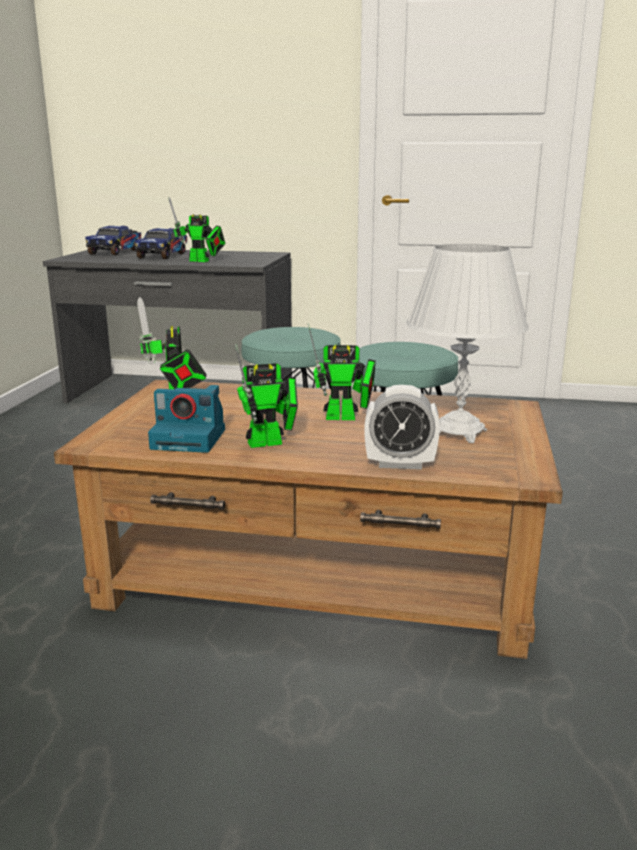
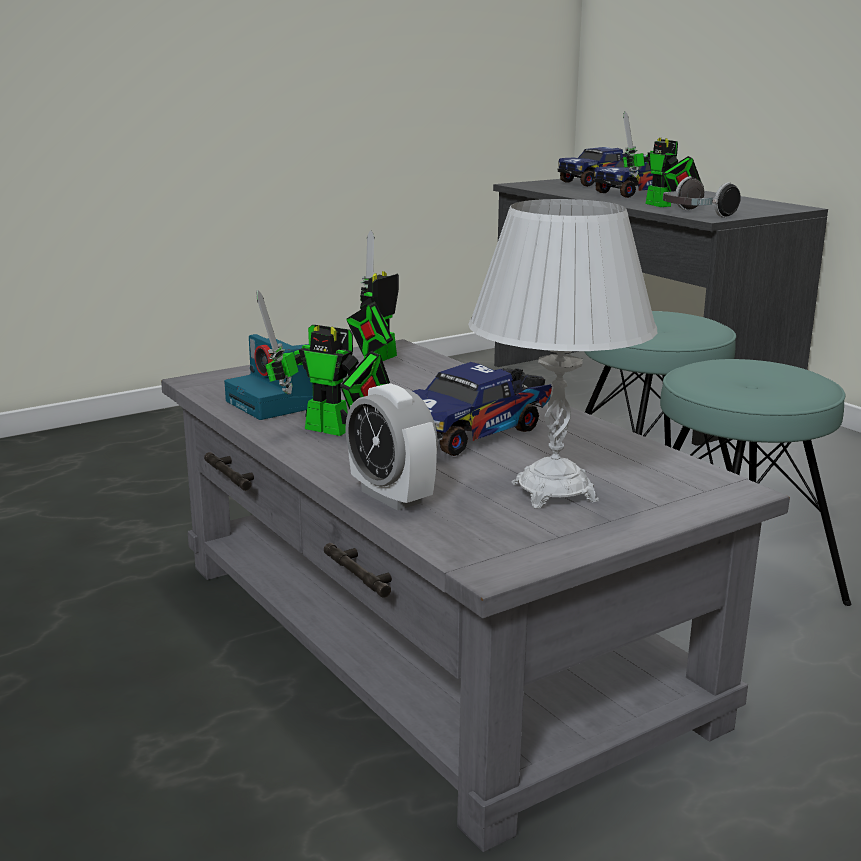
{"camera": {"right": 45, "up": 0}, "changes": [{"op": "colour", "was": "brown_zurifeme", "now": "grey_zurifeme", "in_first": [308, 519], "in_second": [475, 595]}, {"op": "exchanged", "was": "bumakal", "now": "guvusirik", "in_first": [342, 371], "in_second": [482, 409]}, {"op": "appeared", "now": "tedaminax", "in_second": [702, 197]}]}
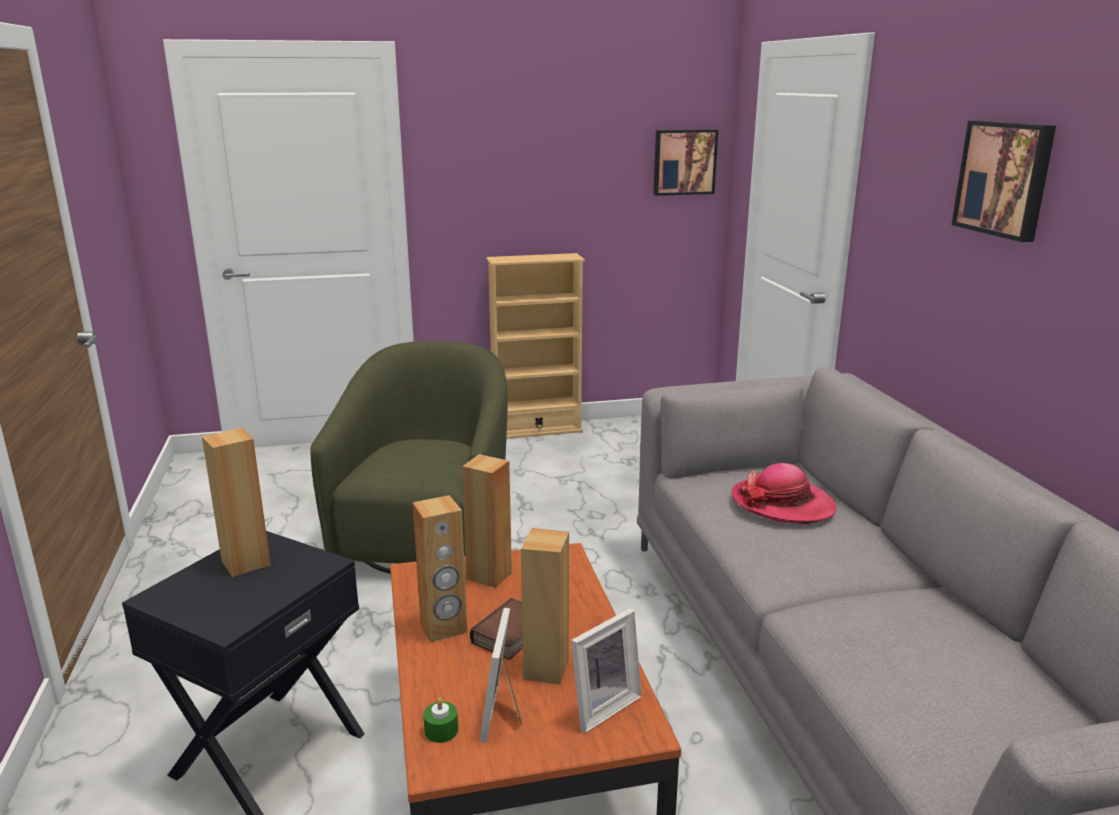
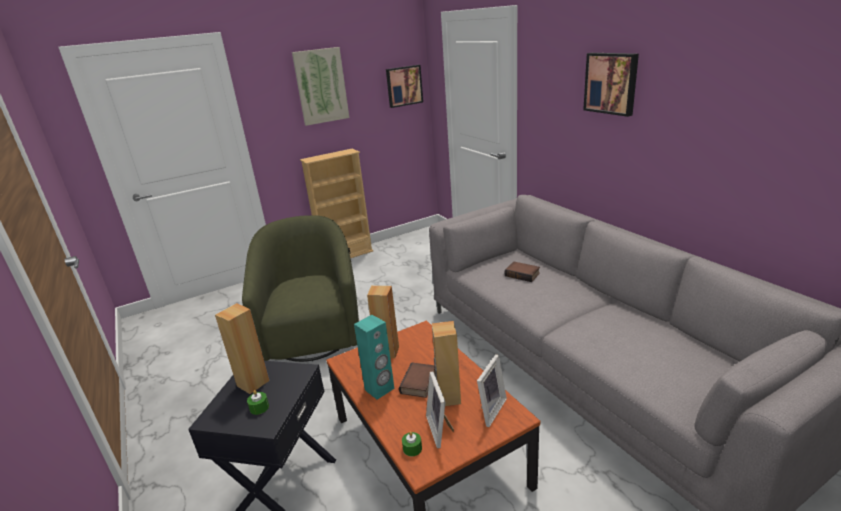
{"camera": {"right": -15, "up": 5}, "changes": [{"op": "colour", "was": "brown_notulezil", "now": "turquoise_notulezil", "in_first": [439, 568], "in_second": [374, 357]}, {"op": "exchanged", "was": "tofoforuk", "now": "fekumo", "in_first": [784, 494], "in_second": [522, 271]}, {"op": "appeared", "now": "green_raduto", "in_second": [258, 402]}, {"op": "appeared", "now": "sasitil", "in_second": [321, 86]}]}
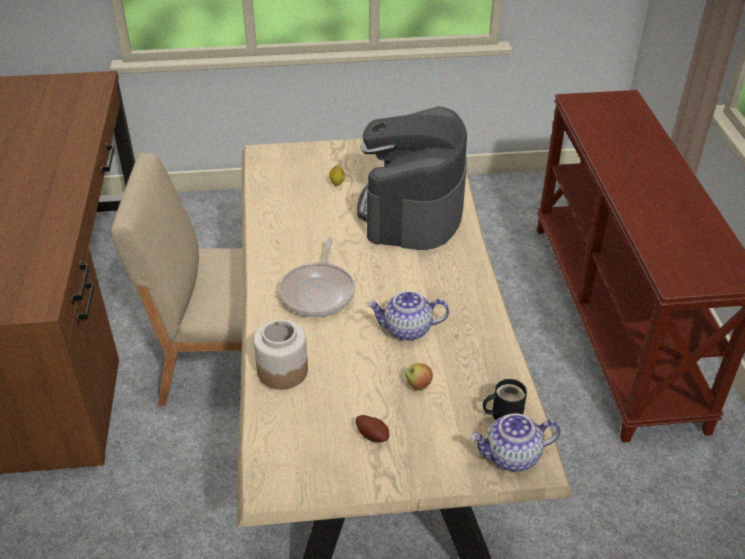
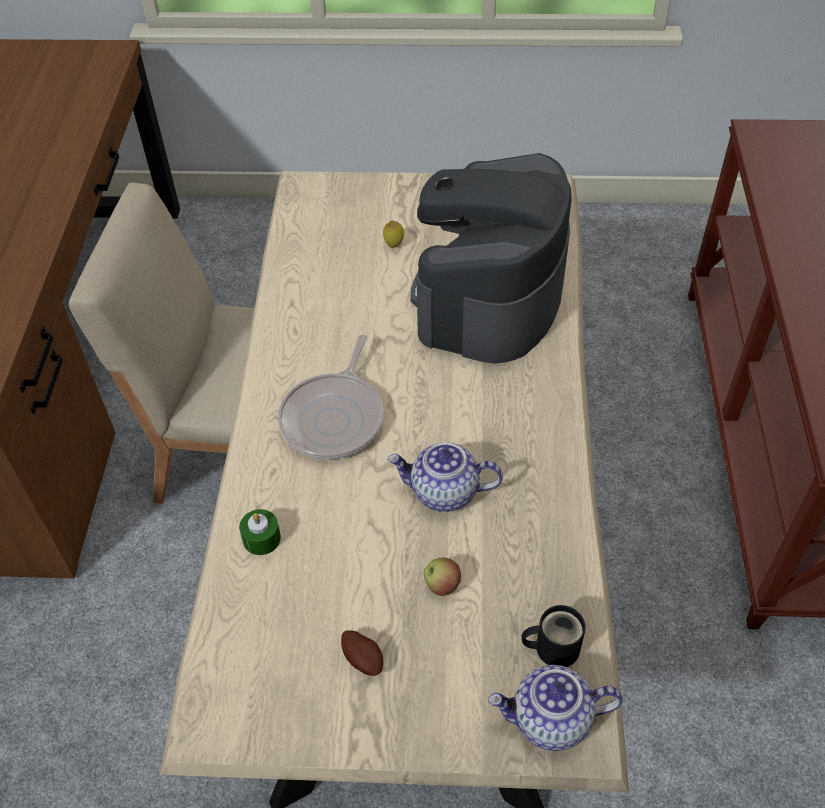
{"camera": {"right": 10, "up": 10}, "changes": [{"op": "exchanged", "was": "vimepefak", "now": "green_raduto", "in_first": [281, 355], "in_second": [260, 532]}]}
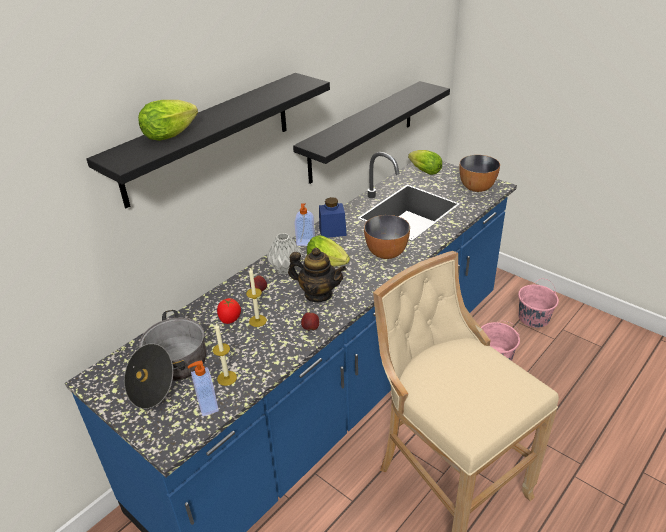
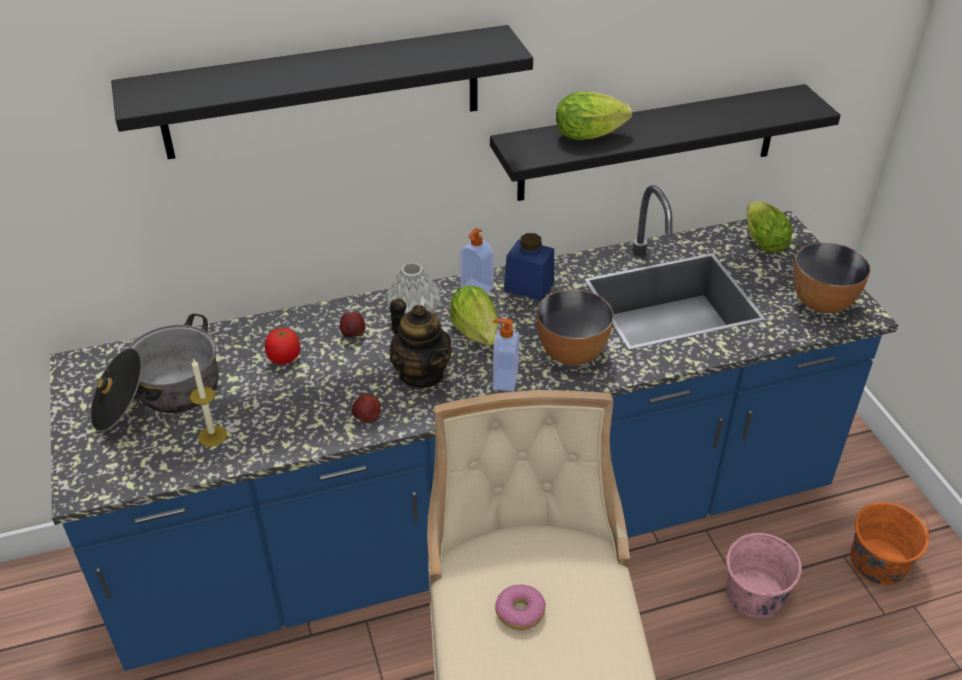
{"camera": {"right": 30, "up": 5}, "changes": [{"op": "relocated", "was": "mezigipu", "in_first": [168, 120], "in_second": [594, 116]}, {"op": "relocated", "was": "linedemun", "in_first": [203, 388], "in_second": [506, 355]}, {"op": "missing", "was": "raduto", "in_first": [256, 297]}, {"op": "colour", "was": "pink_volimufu", "now": "orange_volimufu", "in_first": [538, 303], "in_second": [890, 543]}, {"op": "appeared", "now": "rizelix", "in_second": [520, 607]}]}
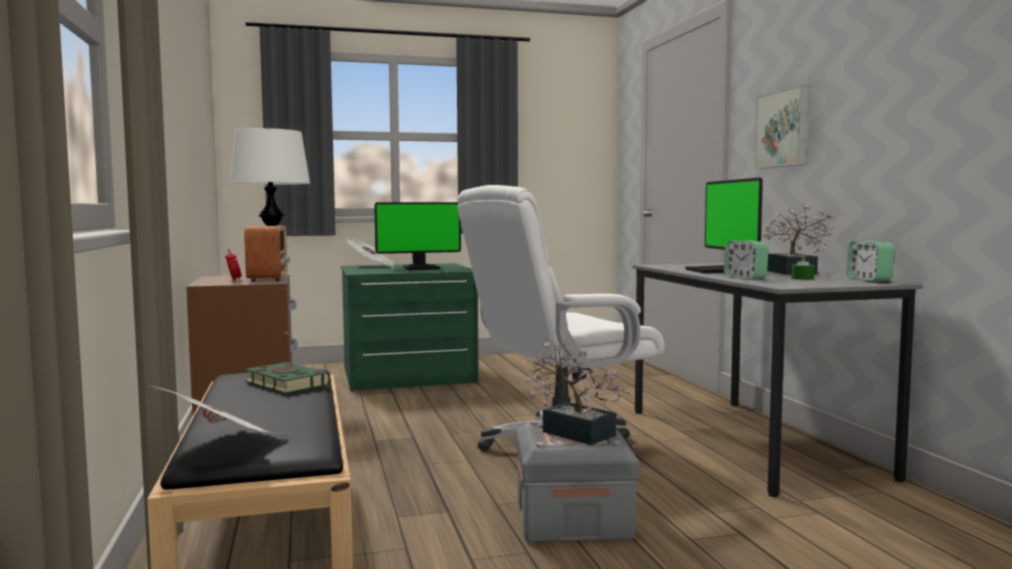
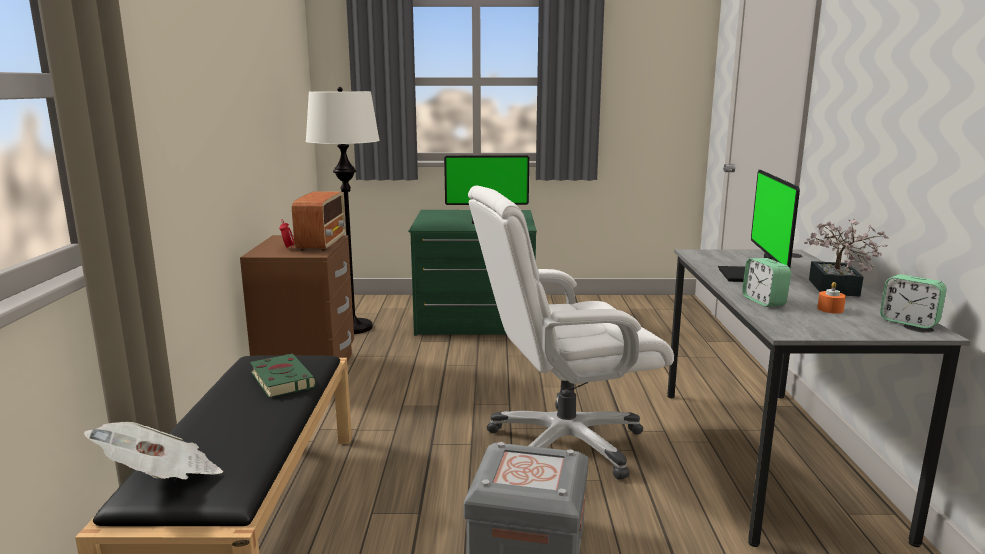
{"camera": {"right": 15, "up": 10}, "changes": [{"op": "missing", "was": "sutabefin", "in_first": [371, 252]}, {"op": "missing", "was": "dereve", "in_first": [576, 393]}, {"op": "missing", "was": "sasitil", "in_first": [782, 127]}, {"op": "colour", "was": "green_raduto", "now": "orange_raduto", "in_first": [803, 266], "in_second": [831, 297]}, {"op": "spun", "was": "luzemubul", "in_first": [870, 261], "in_second": [913, 301], "clockwise": -45}]}
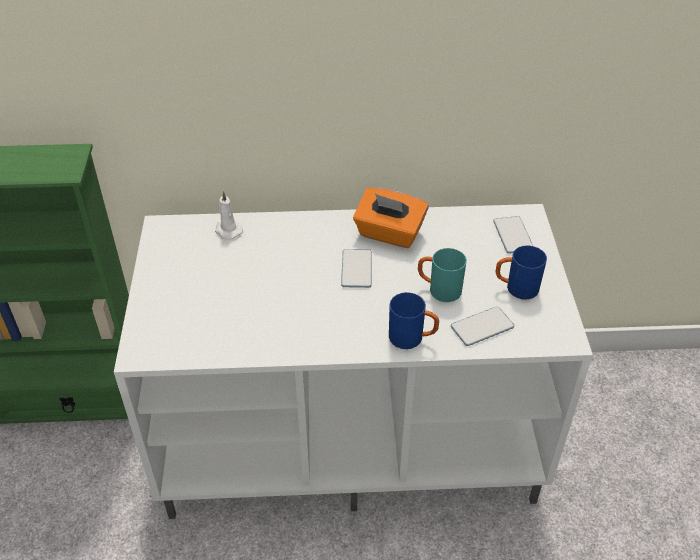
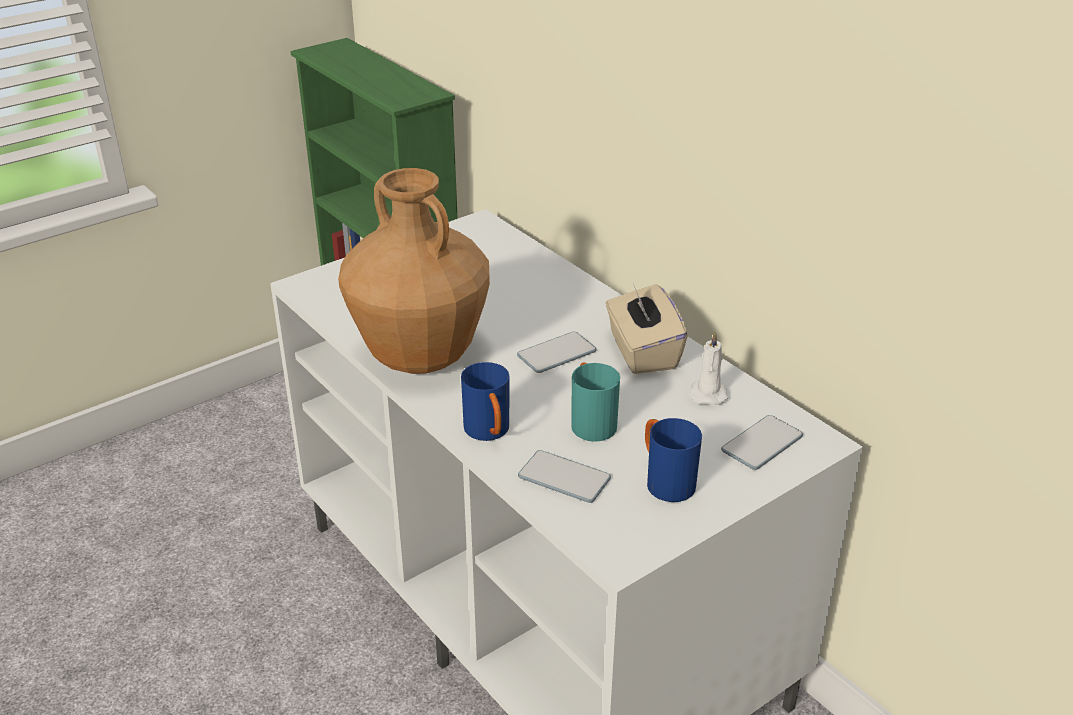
{"camera": {"right": 55, "up": -10}, "changes": [{"op": "relocated", "was": "white_raduto", "in_first": [229, 215], "in_second": [708, 368]}, {"op": "colour", "was": "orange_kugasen", "now": "beige_kugasen", "in_first": [391, 218], "in_second": [646, 328]}, {"op": "appeared", "now": "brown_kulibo", "in_second": [414, 271]}]}
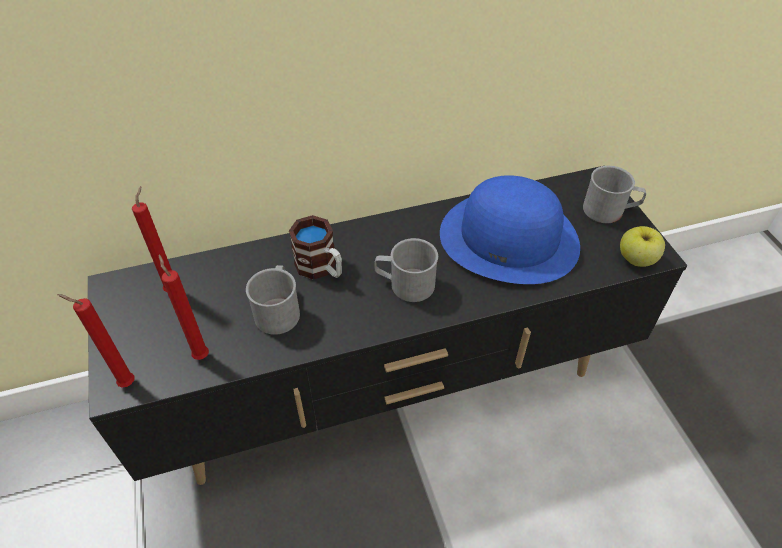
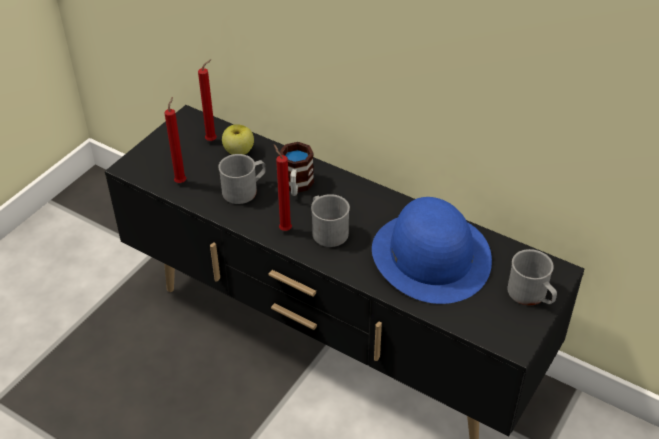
{"camera": {"right": 50, "up": -5}, "changes": [{"op": "relocated", "was": "red_raduto", "in_first": [96, 341], "in_second": [283, 188]}, {"op": "relocated", "was": "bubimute", "in_first": [642, 246], "in_second": [238, 139]}]}
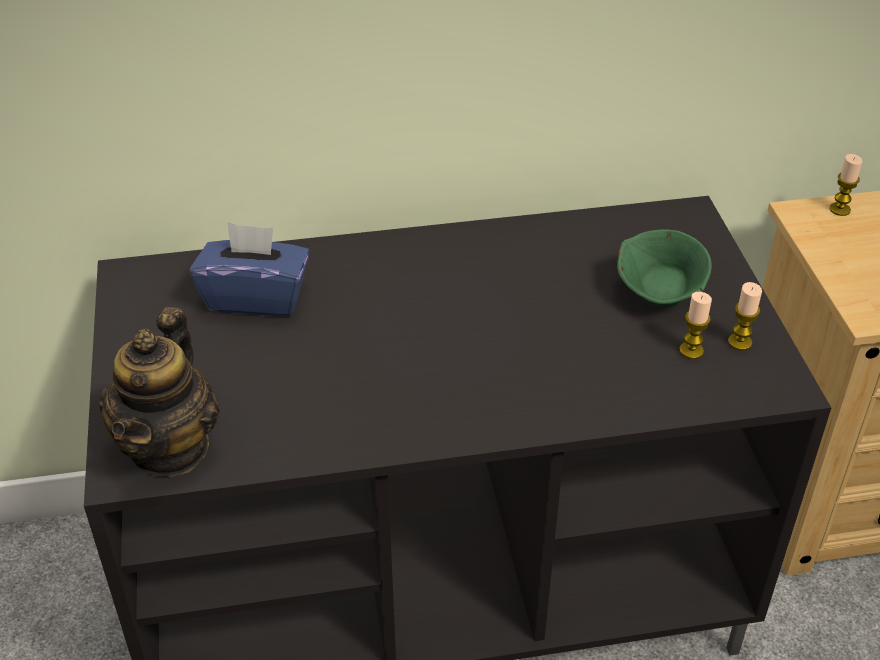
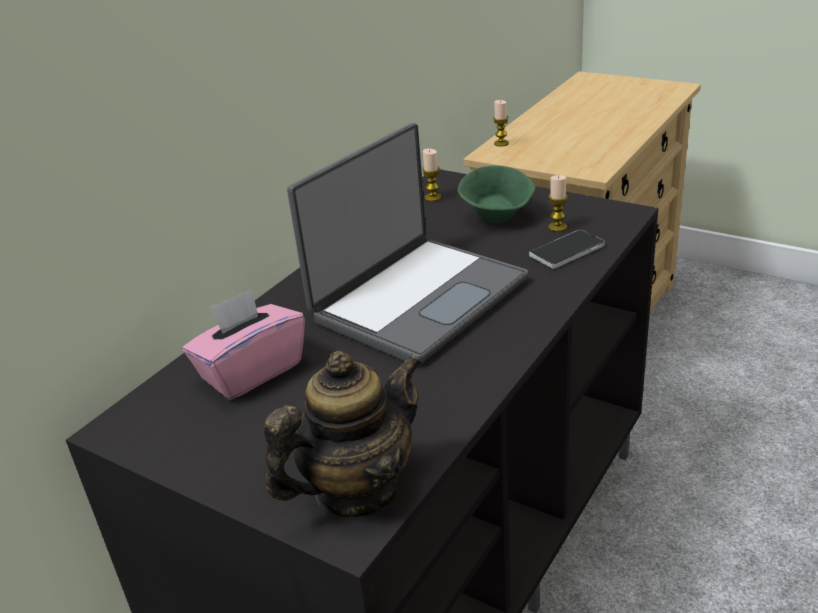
{"camera": {"right": -45, "up": -10}, "changes": [{"op": "spun", "was": "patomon", "in_first": [159, 392], "in_second": [343, 434], "clockwise": -90}, {"op": "colour", "was": "blue_kugasen", "now": "pink_kugasen", "in_first": [250, 269], "in_second": [243, 344]}, {"op": "relocated", "was": "raduto", "in_first": [745, 316], "in_second": [431, 175]}, {"op": "appeared", "now": "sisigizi", "in_second": [407, 244]}, {"op": "appeared", "now": "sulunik", "in_second": [566, 249]}]}
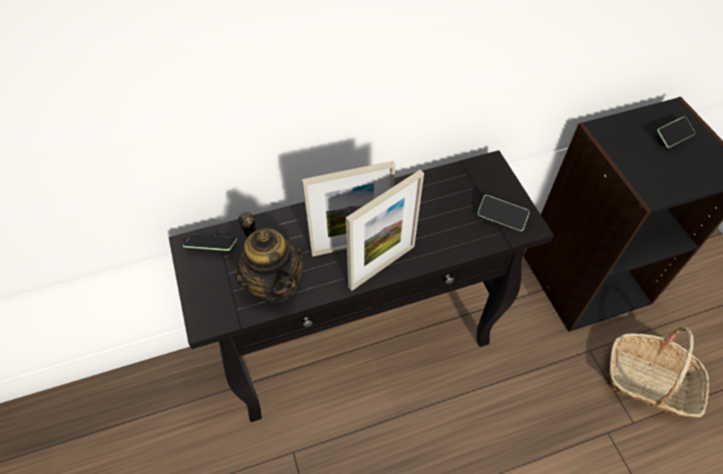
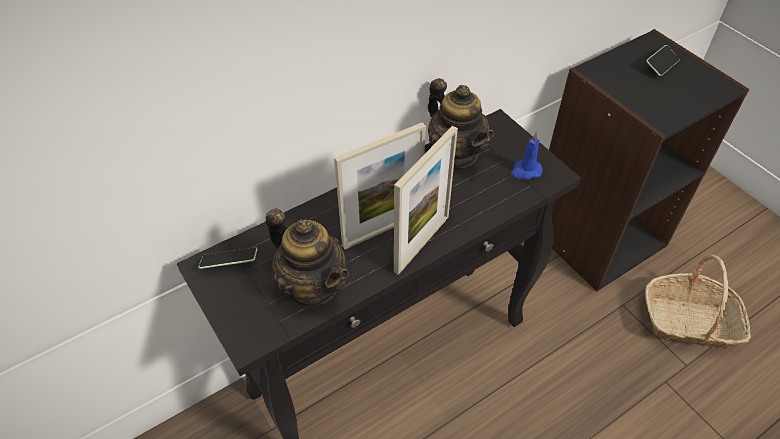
{"camera": {"right": -15, "up": -5}, "changes": [{"op": "exchanged", "was": "sulunik", "now": "blue_raduto", "in_first": [503, 213], "in_second": [527, 156]}, {"op": "appeared", "now": "patomon", "in_second": [461, 123]}]}
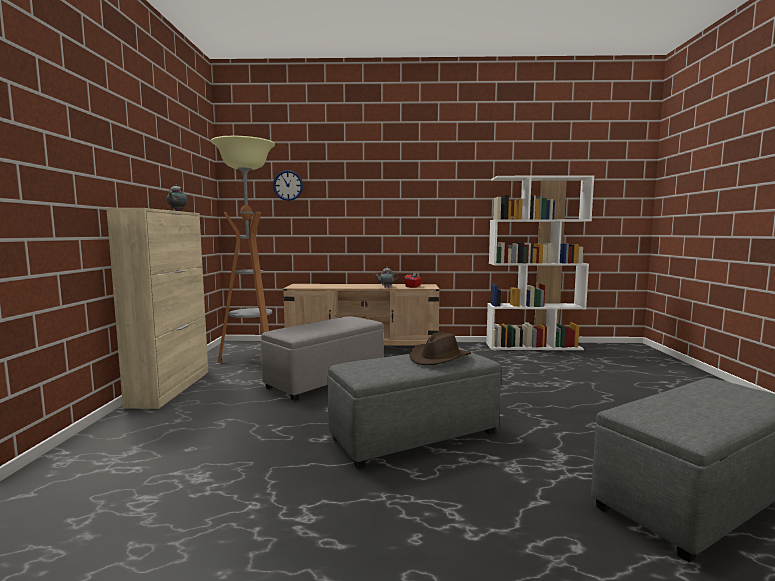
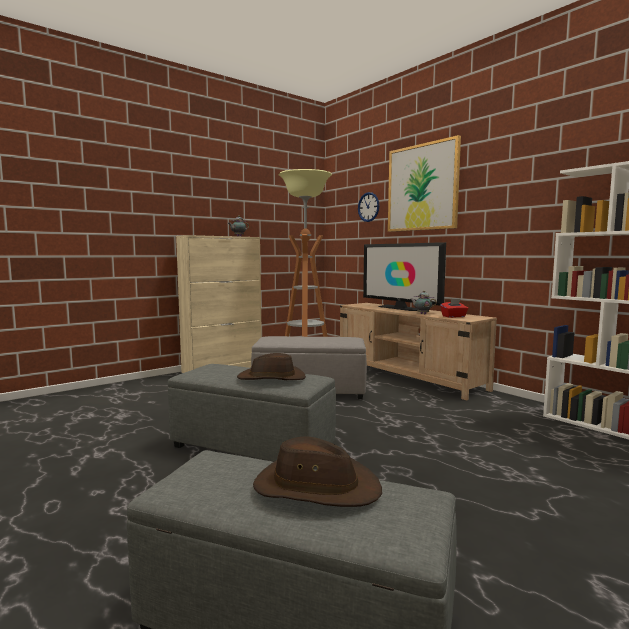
{"camera": {"right": 50, "up": 0}, "changes": [{"op": "appeared", "now": "brown_tofoforuk", "in_second": [317, 472]}, {"op": "appeared", "now": "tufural", "in_second": [404, 276]}, {"op": "appeared", "now": "sasitil", "in_second": [424, 183]}]}
